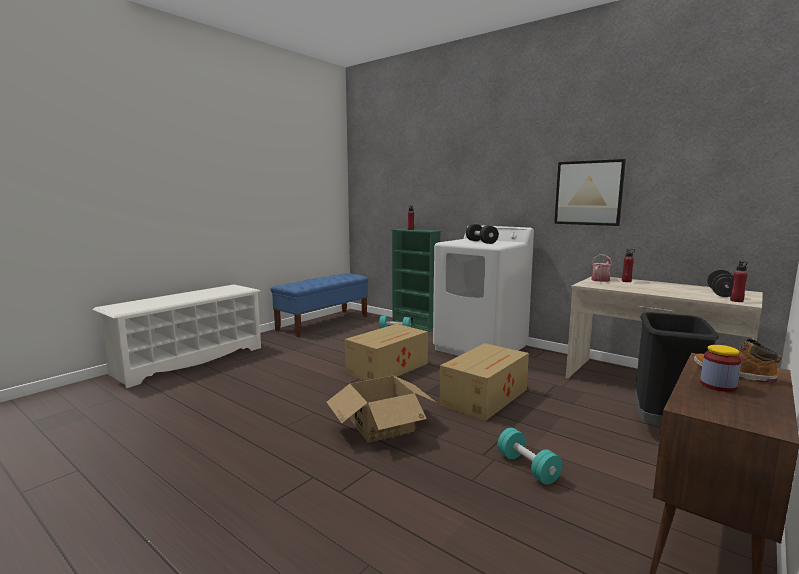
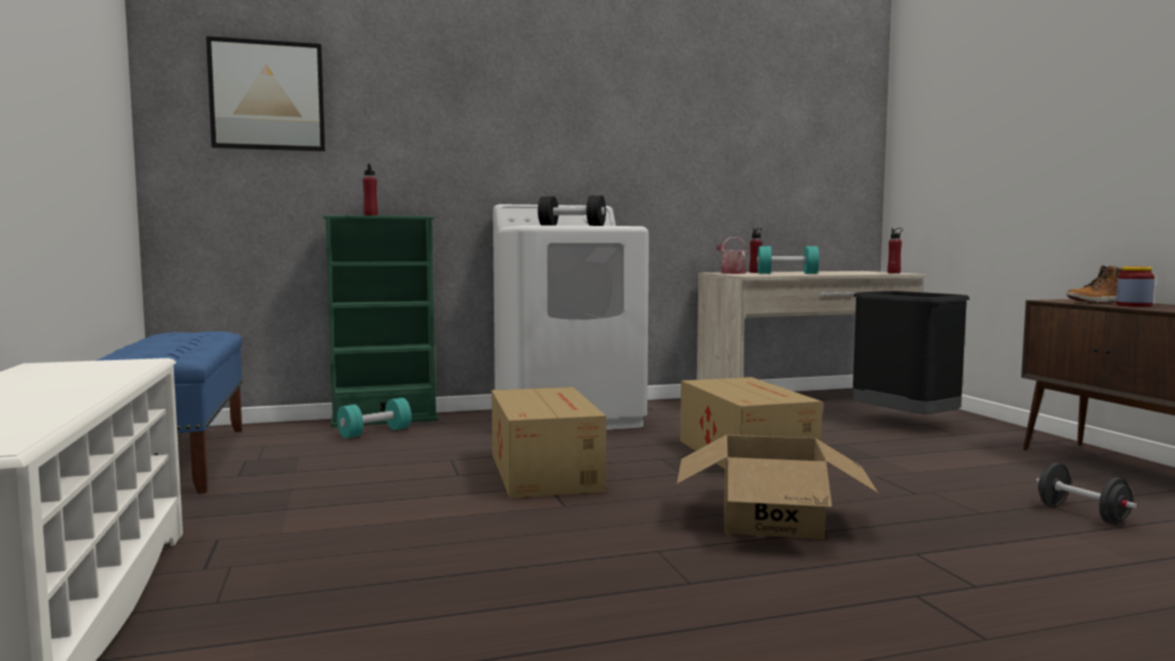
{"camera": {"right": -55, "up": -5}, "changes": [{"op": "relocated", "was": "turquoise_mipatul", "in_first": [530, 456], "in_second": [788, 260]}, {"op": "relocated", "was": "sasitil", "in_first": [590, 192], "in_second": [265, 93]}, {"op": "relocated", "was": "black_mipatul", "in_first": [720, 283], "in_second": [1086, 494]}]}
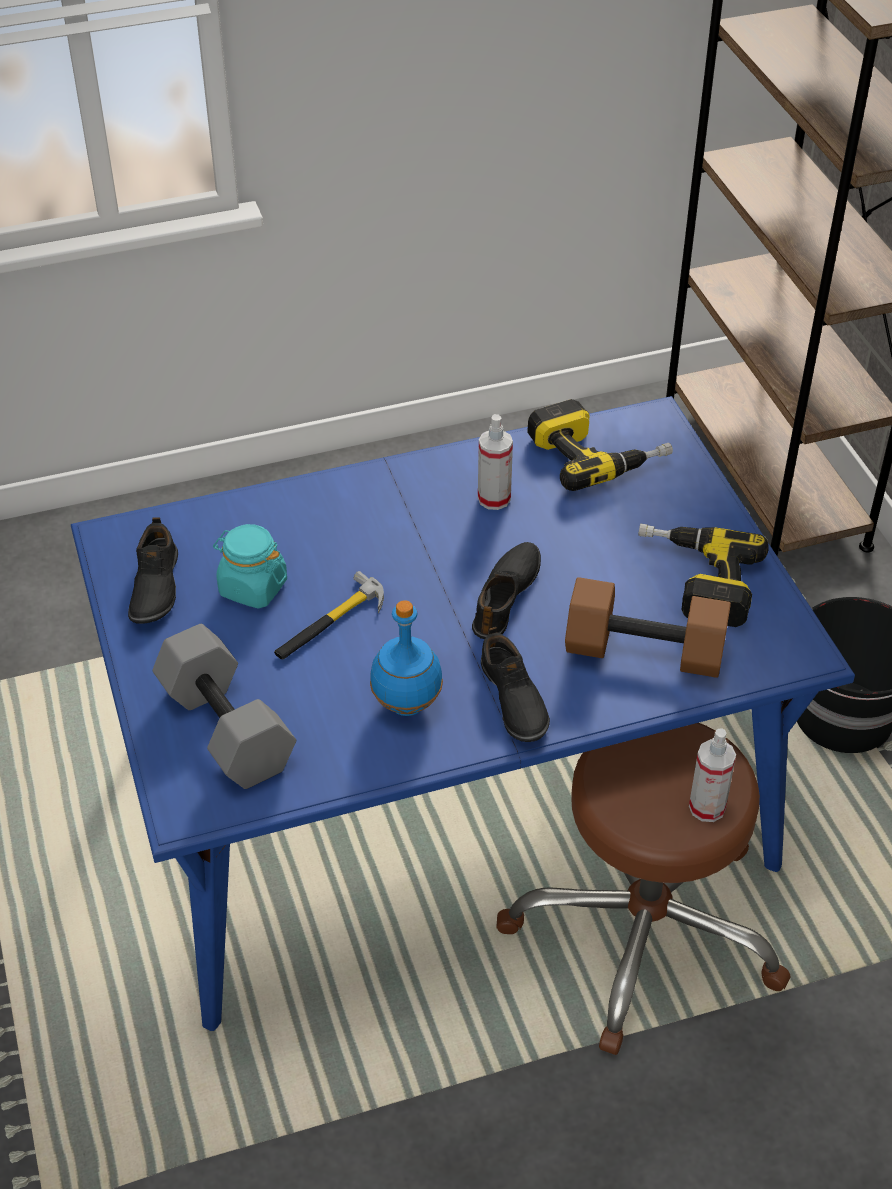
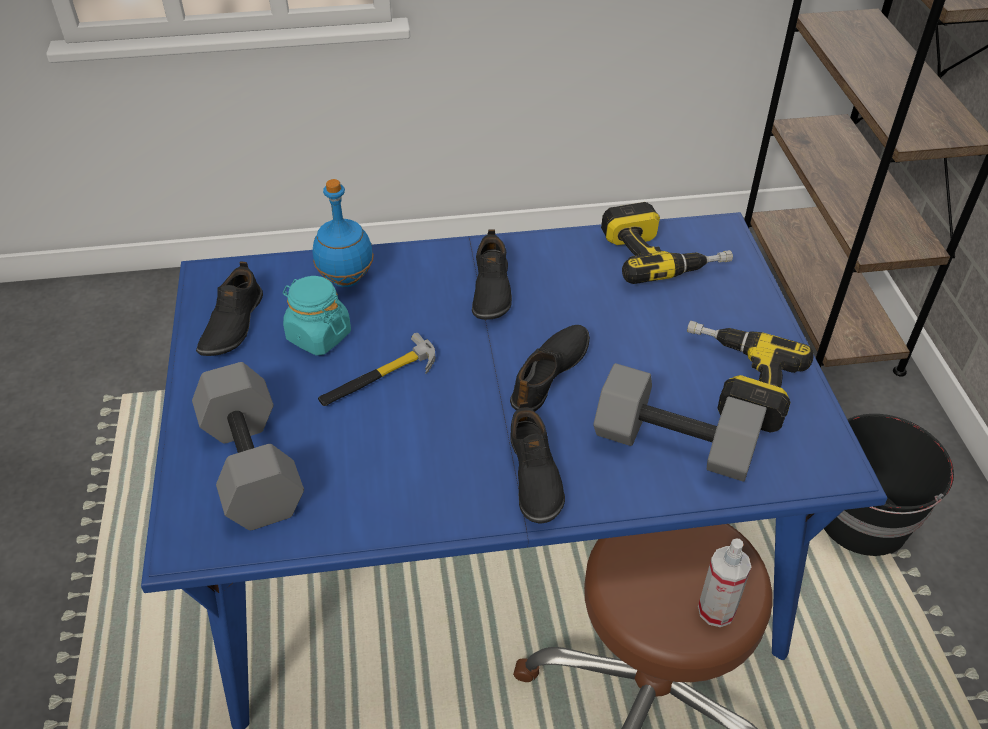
{"camera": {"right": 10, "up": 0}, "changes": [{"op": "relocated", "was": "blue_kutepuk", "in_first": [406, 658], "in_second": [343, 233]}, {"op": "missing", "was": "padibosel", "in_first": [495, 462]}, {"op": "colour", "was": "brown_mipatul", "now": "grey_mipatul", "in_first": [648, 627], "in_second": [680, 422]}, {"op": "appeared", "now": "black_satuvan", "in_second": [492, 275]}]}
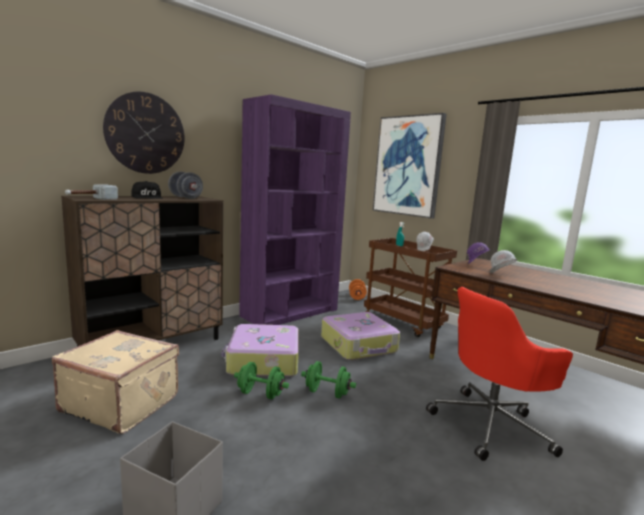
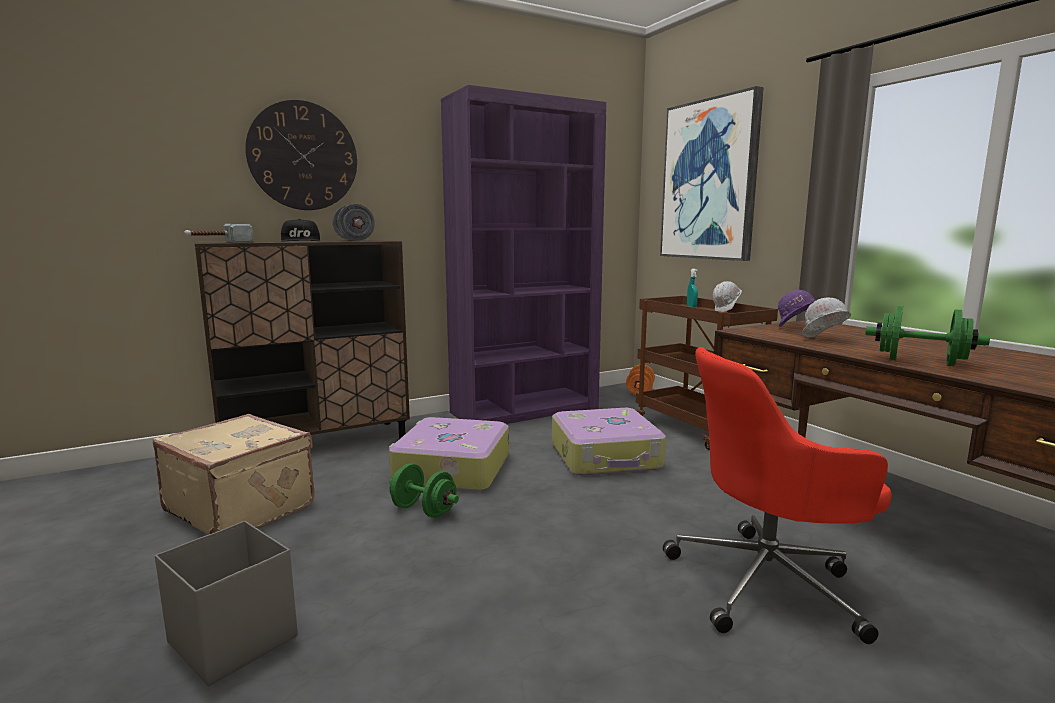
{"camera": {"right": 15, "up": 0}, "changes": [{"op": "relocated", "was": "green_mipatul", "in_first": [328, 380], "in_second": [927, 336]}]}
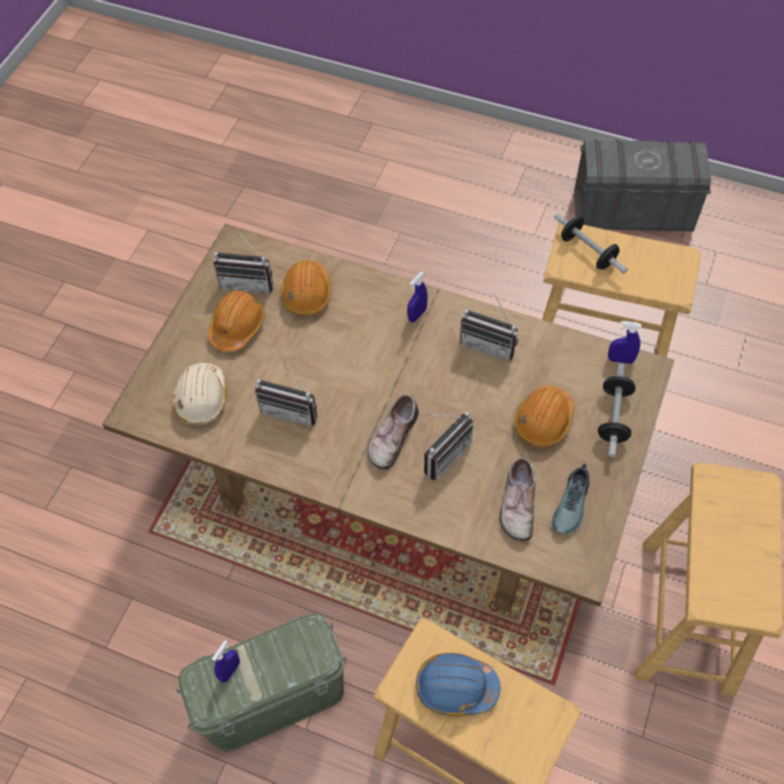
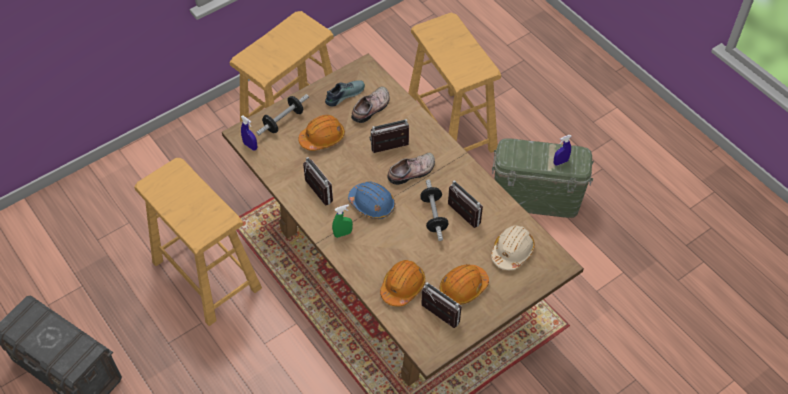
{"camera": {"right": -150, "up": -5}, "changes": [{"op": "colour", "was": "blue_padibosel", "now": "green_padibosel", "in_first": [417, 297], "in_second": [342, 221]}, {"op": "relocated", "was": "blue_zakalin", "in_first": [458, 685], "in_second": [371, 200]}, {"op": "relocated", "was": "mipatul", "in_first": [591, 243], "in_second": [434, 210]}]}
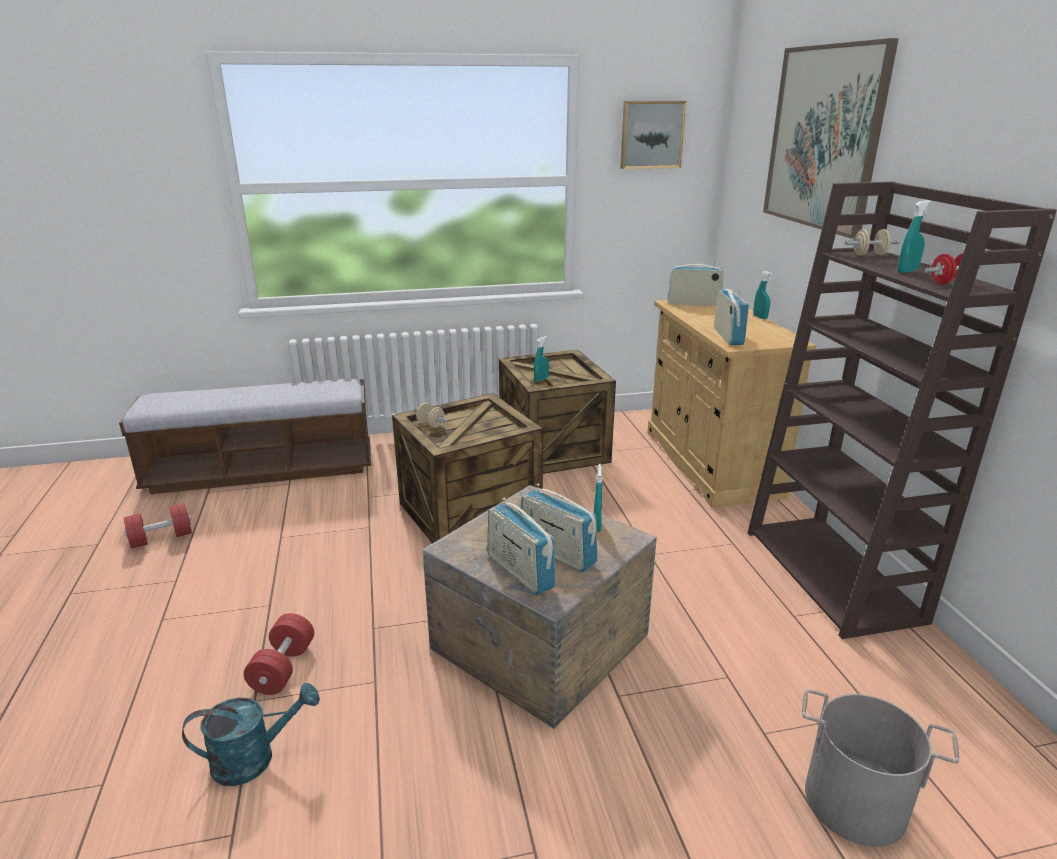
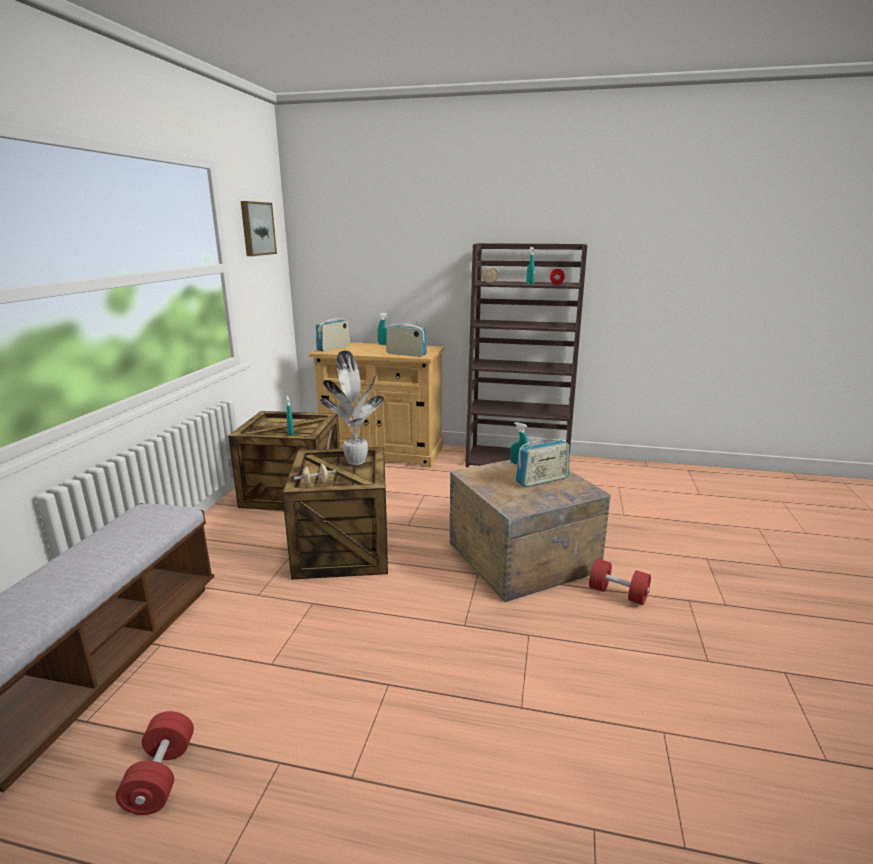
{"camera": {"right": -65, "up": -5}, "changes": [{"op": "missing", "was": "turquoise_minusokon", "in_first": [251, 734]}, {"op": "relocated", "was": "red_mipatul", "in_first": [279, 654], "in_second": [620, 582]}, {"op": "missing", "was": "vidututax", "in_first": [521, 546]}, {"op": "missing", "was": "sasitil", "in_first": [831, 138]}, {"op": "missing", "was": "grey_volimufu", "in_first": [880, 768]}, {"op": "appeared", "now": "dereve", "in_second": [352, 407]}]}
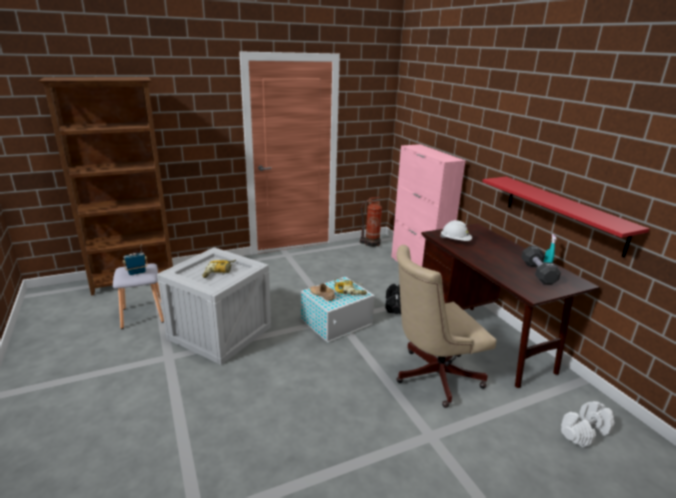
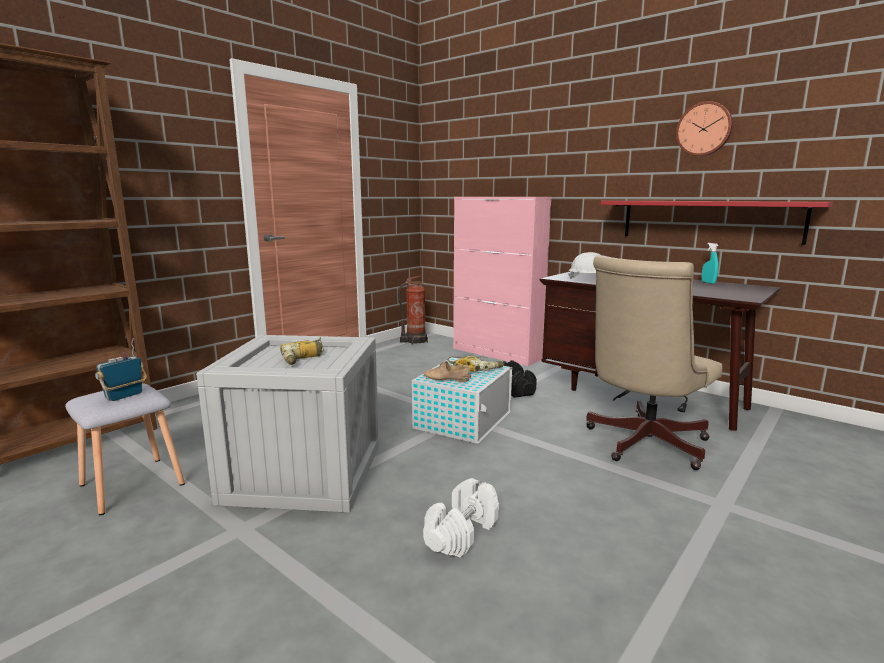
{"camera": {"right": -25, "up": -10}, "changes": [{"op": "missing", "was": "black_mipatul", "in_first": [541, 265]}, {"op": "relocated", "was": "white_mipatul", "in_first": [587, 424], "in_second": [461, 517]}, {"op": "appeared", "now": "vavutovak", "in_second": [704, 128]}]}
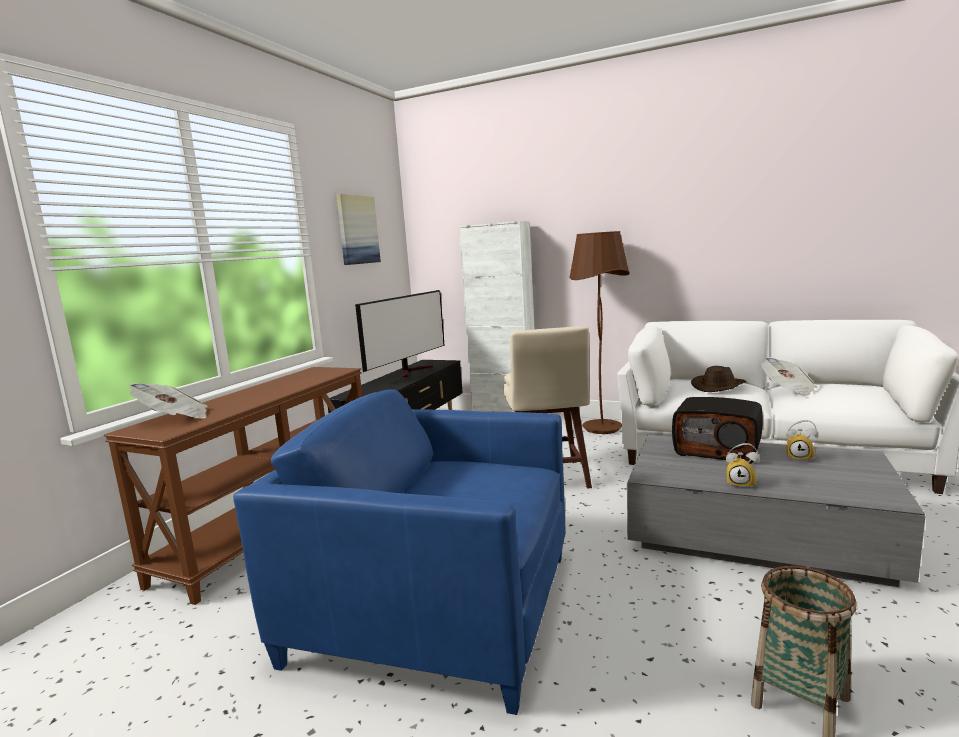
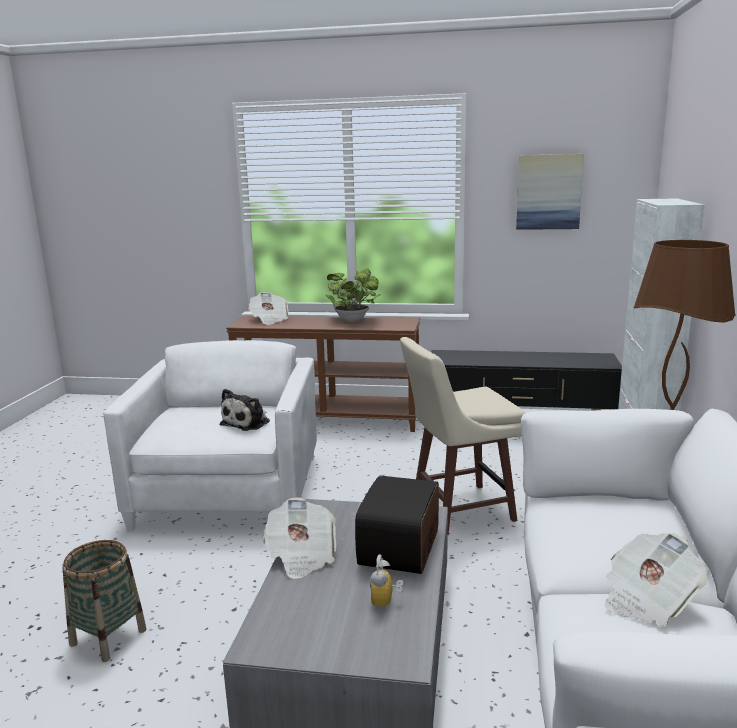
{"camera": {"right": 75, "up": 5}, "changes": [{"op": "colour", "was": "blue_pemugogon", "now": "white_pemugogon", "in_first": [399, 552], "in_second": [210, 435]}, {"op": "missing", "was": "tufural", "in_first": [400, 333]}, {"op": "missing", "was": "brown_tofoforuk", "in_first": [719, 379]}, {"op": "exchanged", "was": "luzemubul", "now": "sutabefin", "in_first": [743, 466], "in_second": [299, 538]}, {"op": "appeared", "now": "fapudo", "in_second": [245, 410]}, {"op": "appeared", "now": "dereve", "in_second": [353, 295]}]}
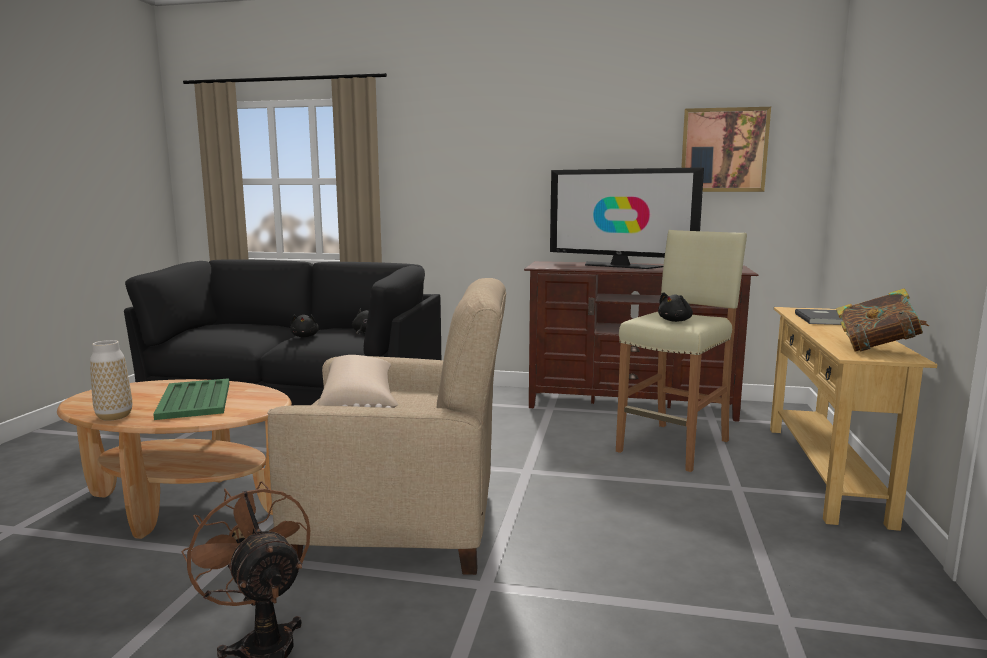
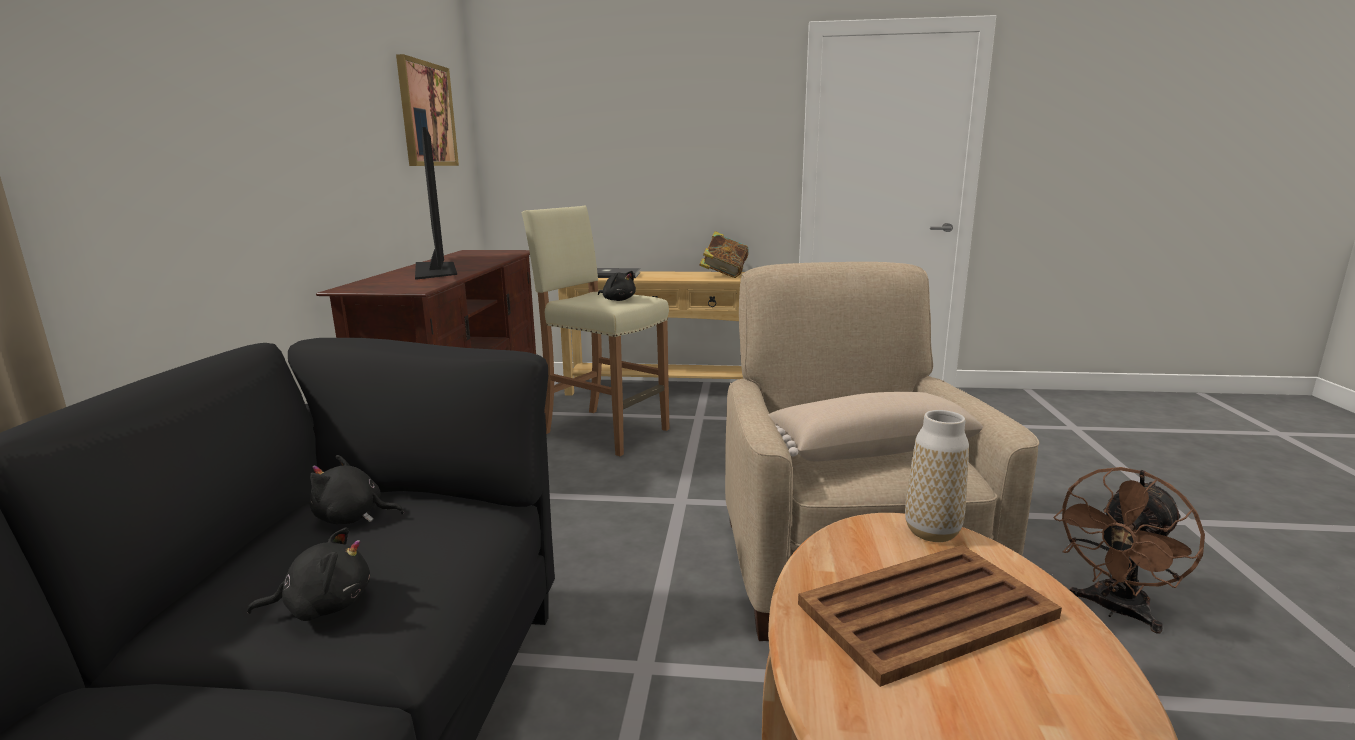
{"camera": {"right": -95, "up": 5}, "changes": [{"op": "relocated", "was": "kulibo", "in_first": [111, 380], "in_second": [937, 476]}, {"op": "colour", "was": "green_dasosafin", "now": "brown_dasosafin", "in_first": [191, 399], "in_second": [930, 616]}, {"op": "spun", "was": "tufural", "in_first": [627, 218], "in_second": [436, 203], "clockwise": -45}]}
